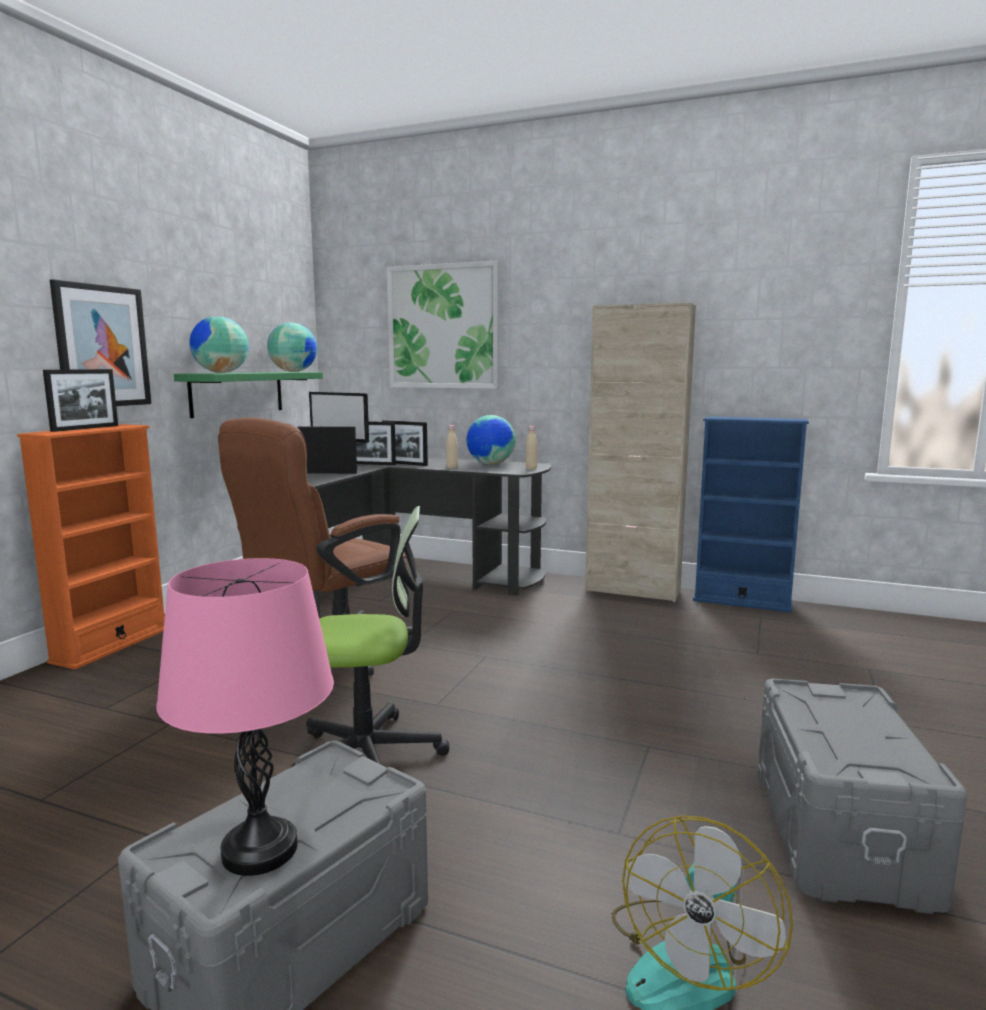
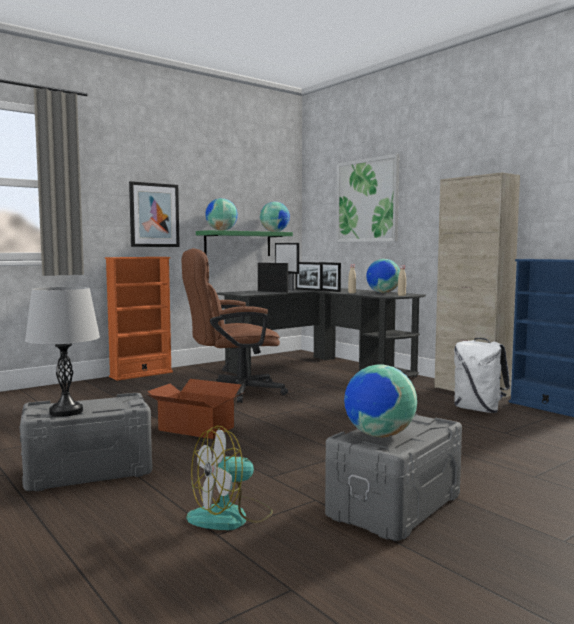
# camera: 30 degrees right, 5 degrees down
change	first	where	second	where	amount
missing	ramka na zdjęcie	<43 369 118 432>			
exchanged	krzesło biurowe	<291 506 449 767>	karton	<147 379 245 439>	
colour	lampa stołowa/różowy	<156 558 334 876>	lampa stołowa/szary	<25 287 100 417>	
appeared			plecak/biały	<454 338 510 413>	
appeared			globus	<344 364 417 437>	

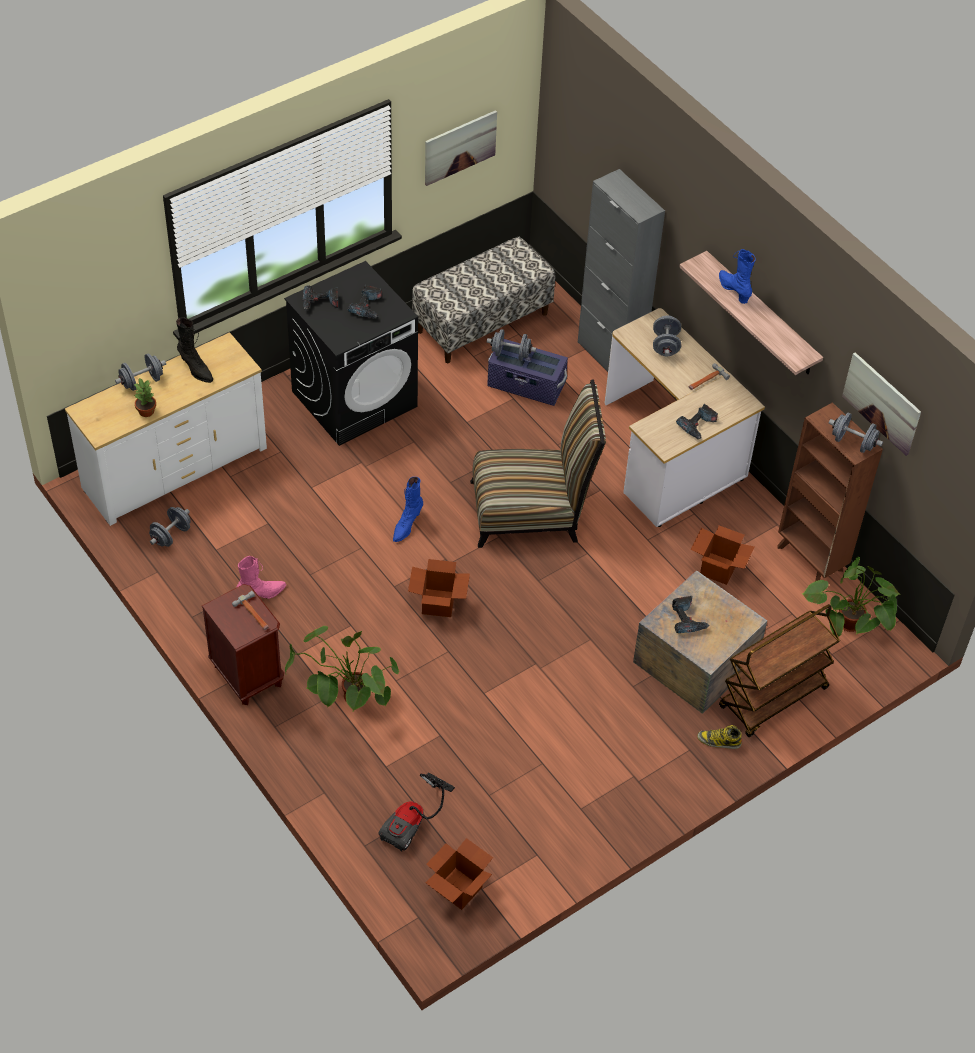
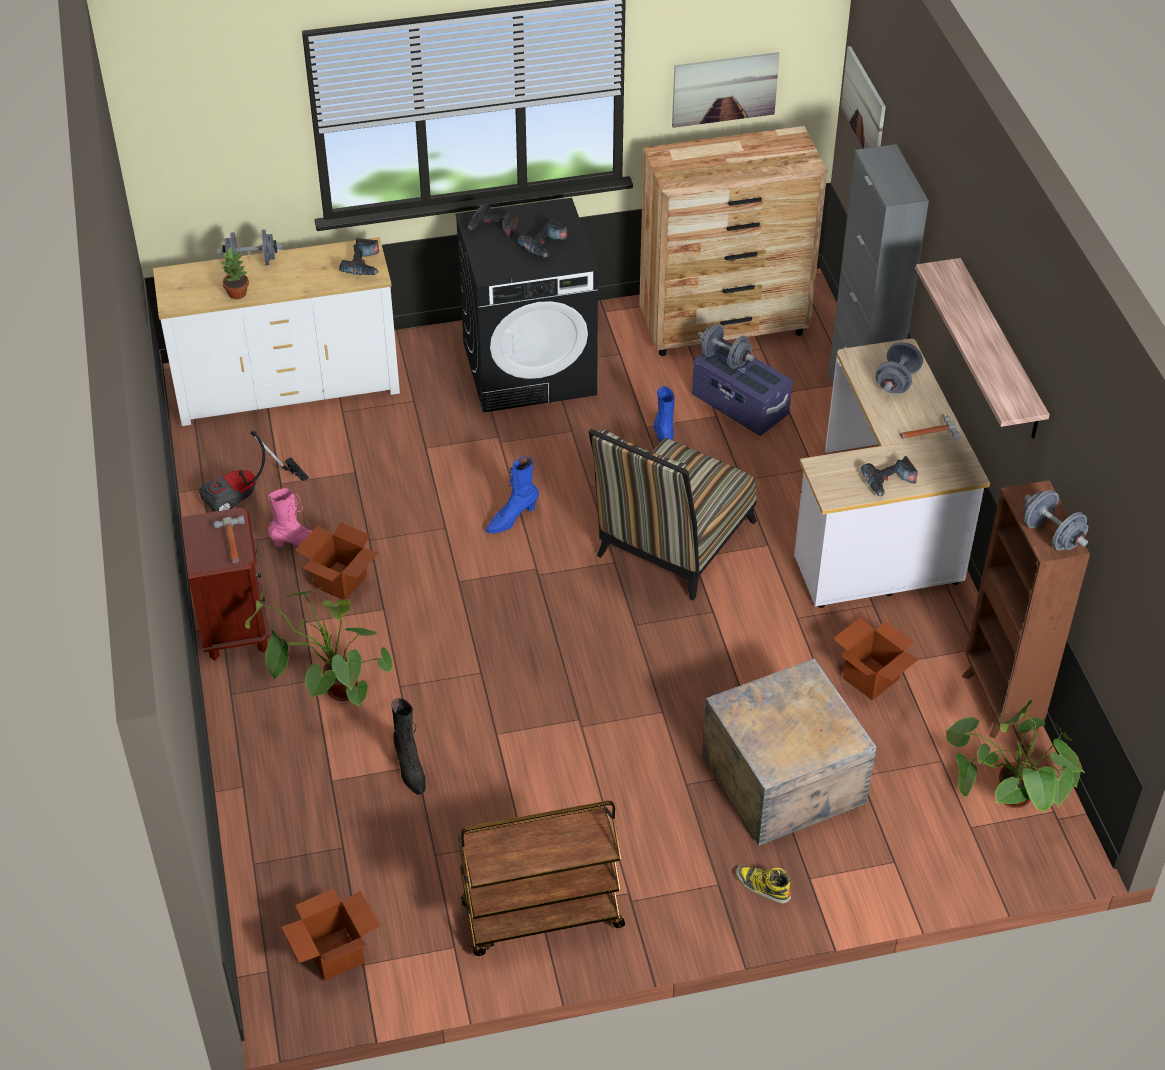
# camera: 25 degrees right, 5 degrees down
change	first	where	second	where	amount
exchanged	ławka	<412 237 555 363>	komoda/brązowy	<639 126 828 356>	
relocated	but z cholewką/niebieski	<719 249 756 304>		<654 386 675 442>	
relocated	but z cholewką/czarny	<176 317 213 383>		<391 698 426 795>	
relocated	obraz	<842 352 921 456>		<841 46 886 149>	
spun	krzesło	<470 379 606 548>		<588 428 757 600>	105 degrees clockwise
missing	hantel/szary	<149 507 191 547>			
relocated	karton	<408 559 470 617>		<295 522 379 600>	
relocated	wiertarka	<672 596 710 633>		<339 238 379 275>	
relocated	wózek/brązowy	<719 604 840 737>		<458 801 625 956>	
relocated	odkurzacz	<378 772 455 852>		<199 431 309 512>	

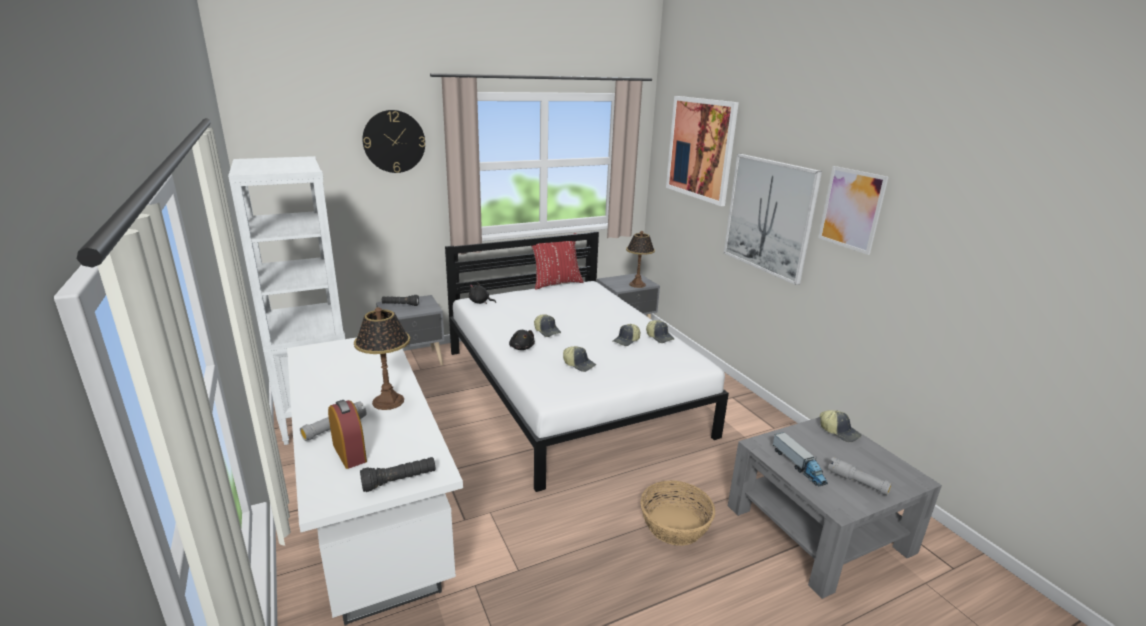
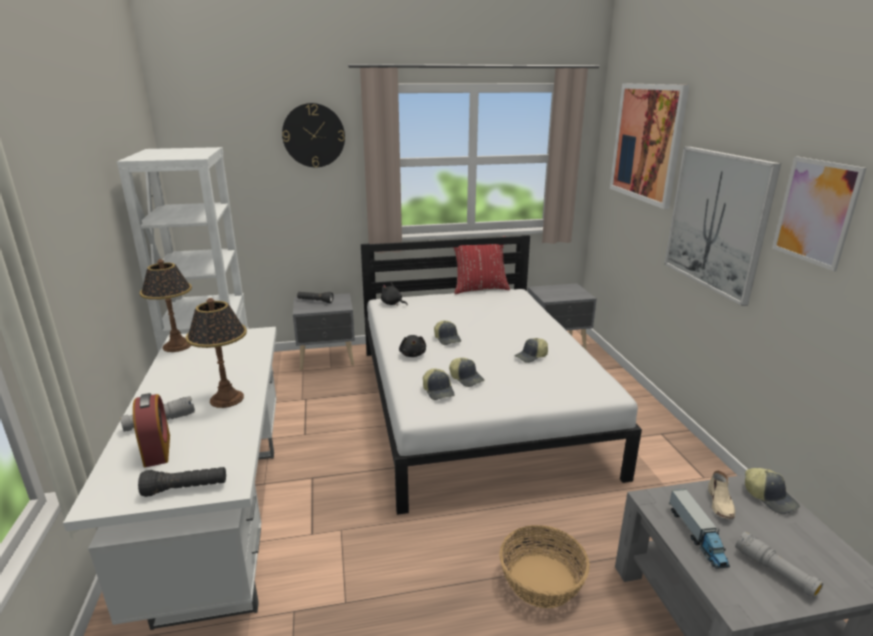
# camera: 15 degrees right, 0 degrees up
change	first	where	second	where	amount
relocated	lampa stołowa	<626 231 655 288>		<139 259 192 352>	
relocated	czapka z daszkiem	<646 320 674 343>		<423 368 455 400>	
appeared			but/beżowy	<708 471 735 519>	

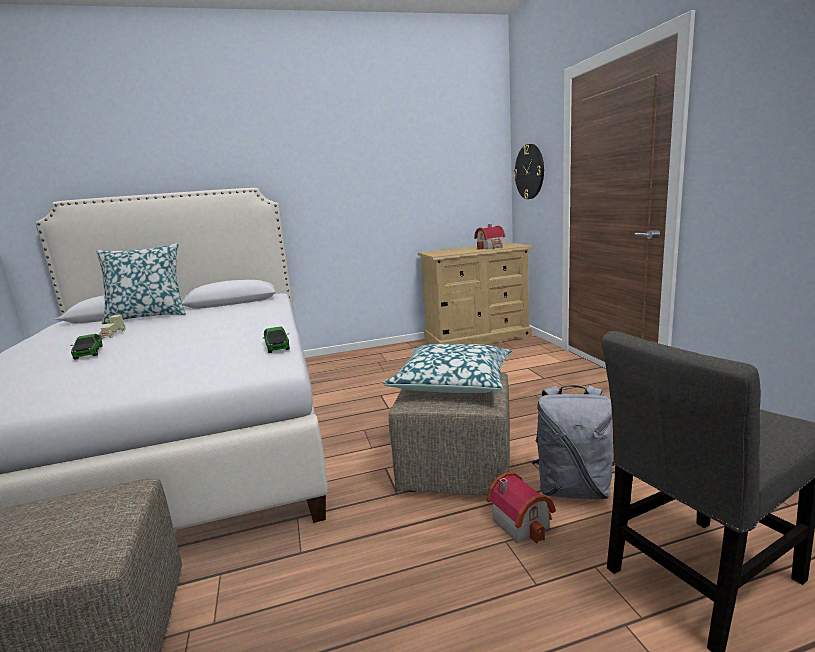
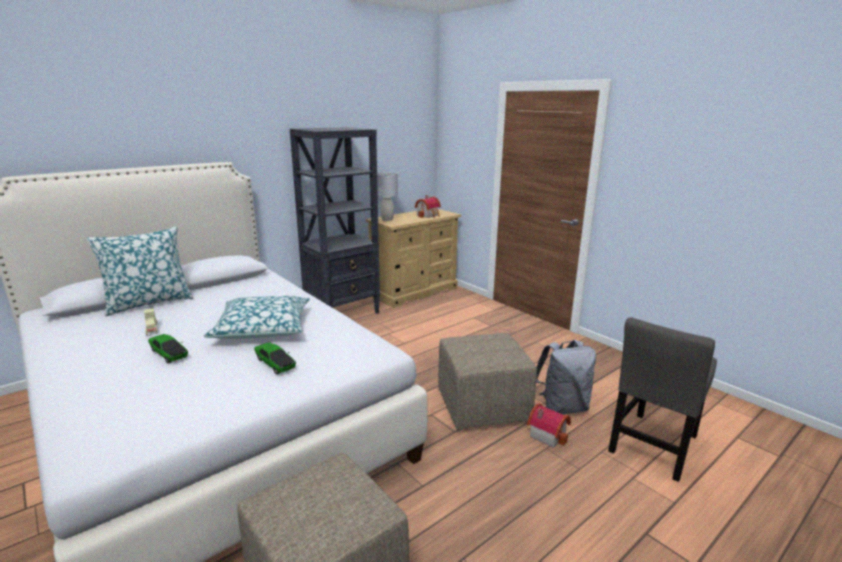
# camera: 25 degrees left, 5 degrees up
change	first	where	second	where	amount
missing	zegar ścienny	<513 144 544 199>			
relocated	samochodzik	<263 326 290 353>		<254 343 296 374>	
relocated	poduszka	<383 344 512 393>		<204 296 310 339>	
appeared			regał/czarny	<290 127 380 314>	
appeared			lampa stołowa/szary	<377 172 398 221>	

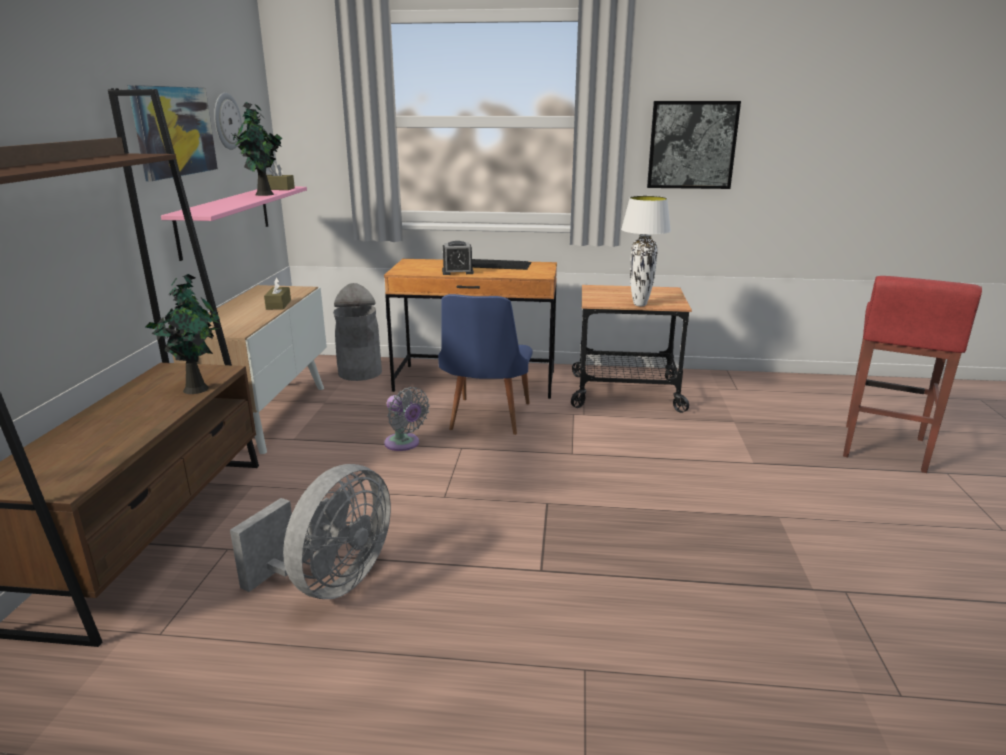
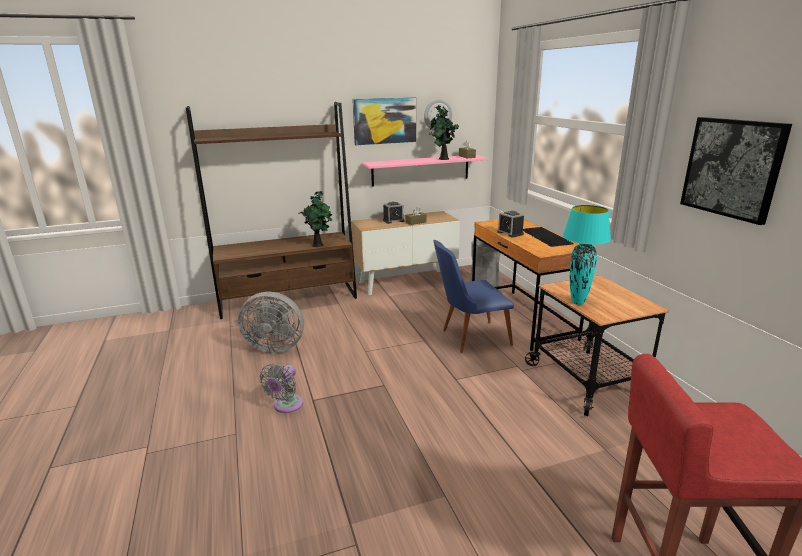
# camera: 65 degrees right, 0 degrees up
change	first	where	second	where	amount
colour	lampa stołowa/biały	<621 196 671 306>	lampa stołowa/turkusowy	<563 205 611 305>	
relocated	wentylator/szary	<384 387 430 451>		<259 363 303 413>	
appeared			budzik	<383 202 405 224>	

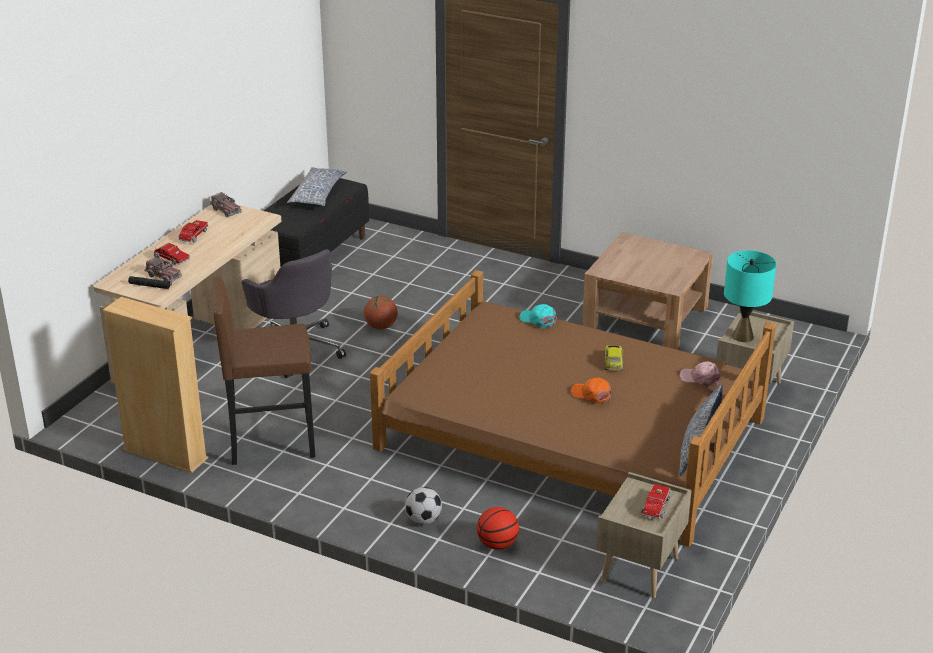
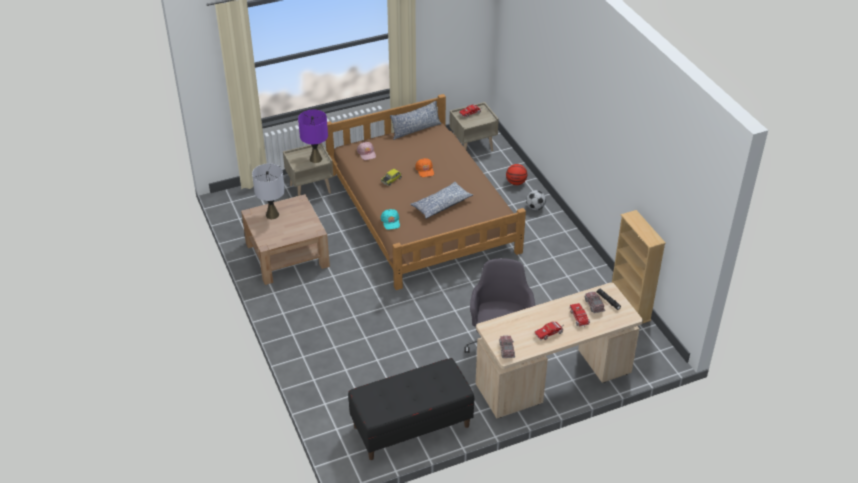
# camera: 140 degrees left, 10 degrees up
change	first	where	second	where	amount
relocated	poduszka	<287 167 346 206>		<410 182 473 219>	
colour	lampa stołowa/turkusowy	<724 250 776 342>	lampa stołowa/fioletowy	<298 110 328 163>	
missing	stołek/brązowy	<212 276 316 465>			
missing	piłka do koszykówki	<364 296 398 329>			
appeared			lampa stołowa/szary	<252 163 285 219>	

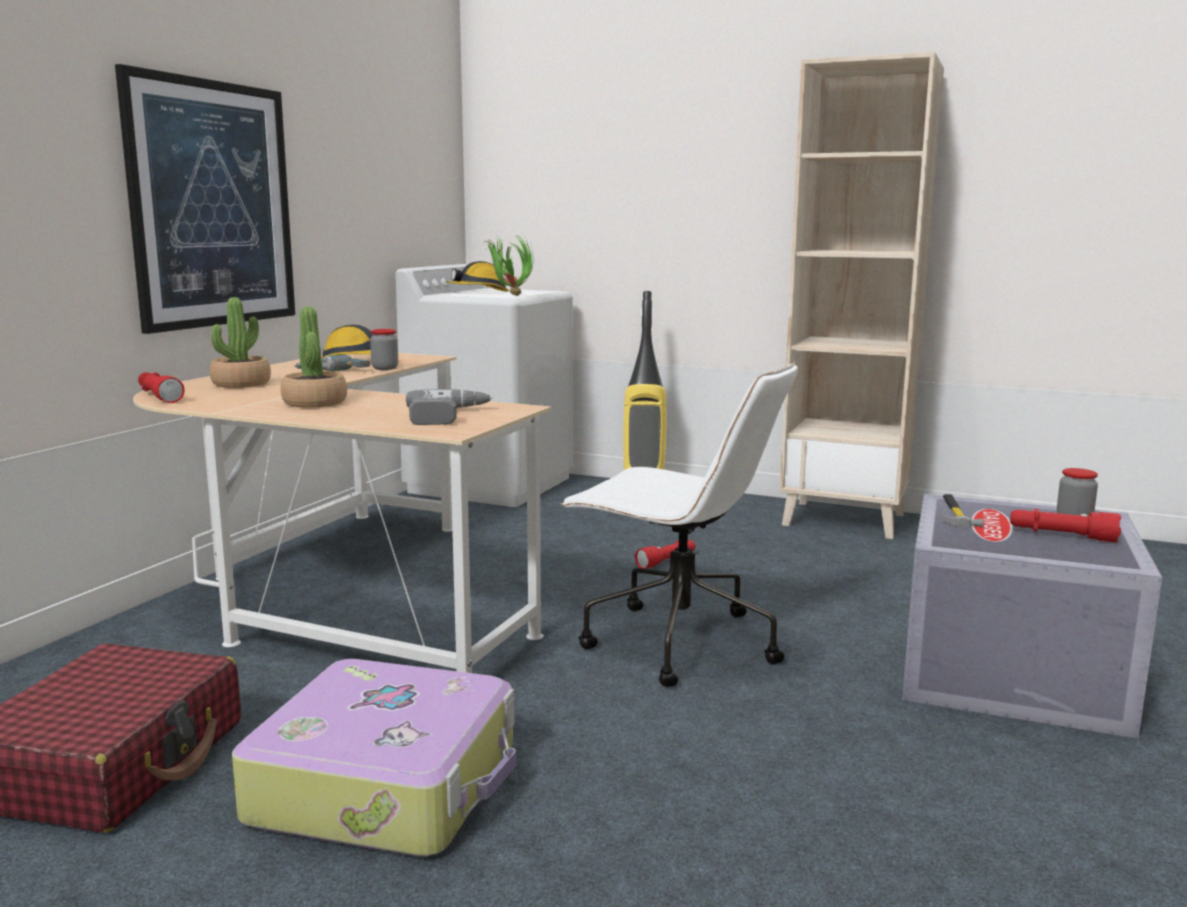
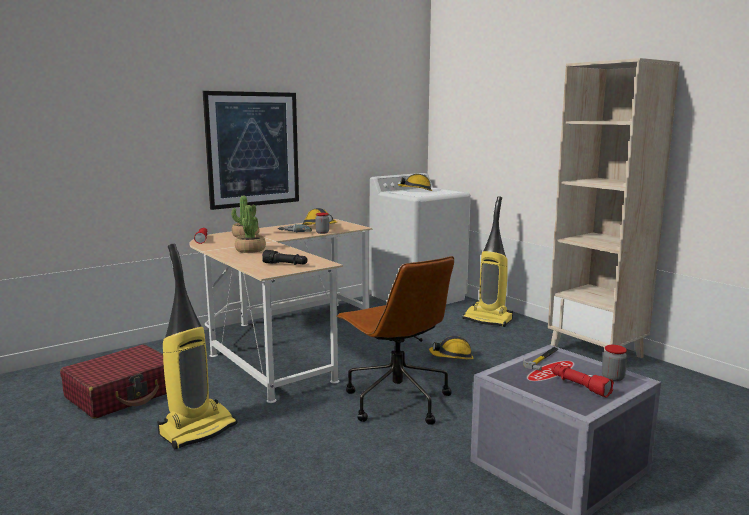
# camera: 30 degrees right, 0 degrees up
change	first	where	second	where	amount
missing	roślina doniczkowa	<485 235 533 296>			
colour	krzesło biurowe/biały	<560 362 798 687>	krzesło biurowe/brązowy	<336 256 454 425>	
exchanged	wiertarka	<406 389 492 425>	latarka/czarny	<262 250 308 265>	
exchanged	latarka/czerwony	<635 540 695 569>	kask	<429 336 473 360>	
exchanged	walizka	<232 659 516 857>	odkurzacz	<157 244 237 449>	

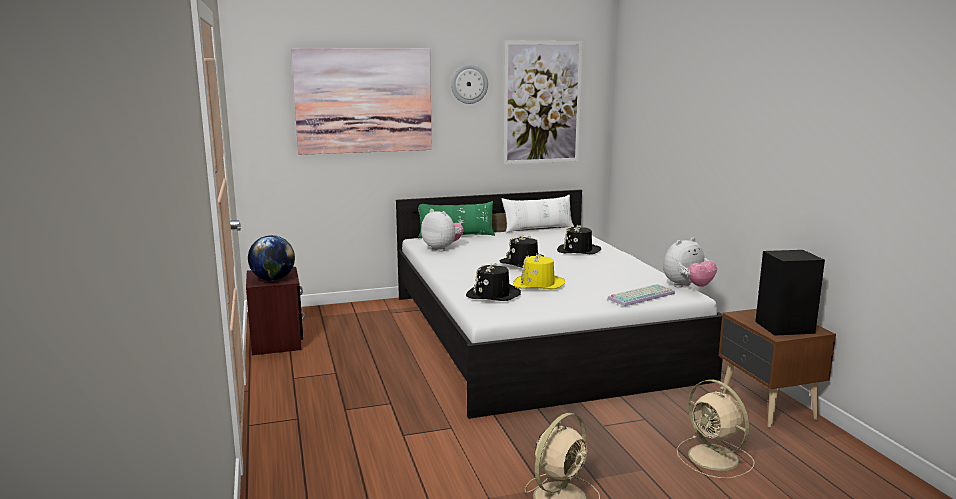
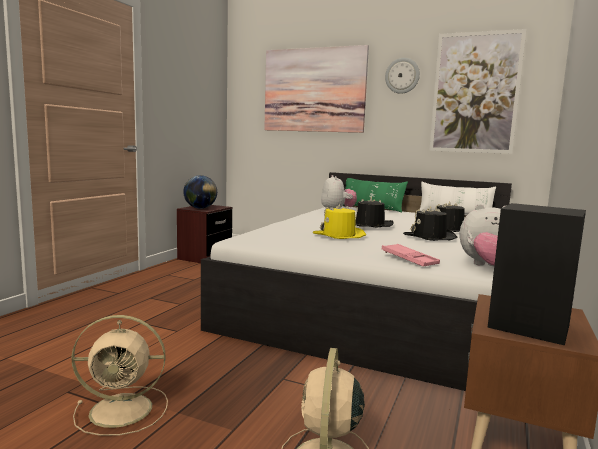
# camera: 40 degrees right, 5 degrees down
change	first	where	second	where	amount
relocated	kapelusz/czarny	<466 263 521 301>		<403 206 458 241>	
exchanged	klawiatura	<608 284 675 306>	taca/różowy	<382 244 440 266>	

